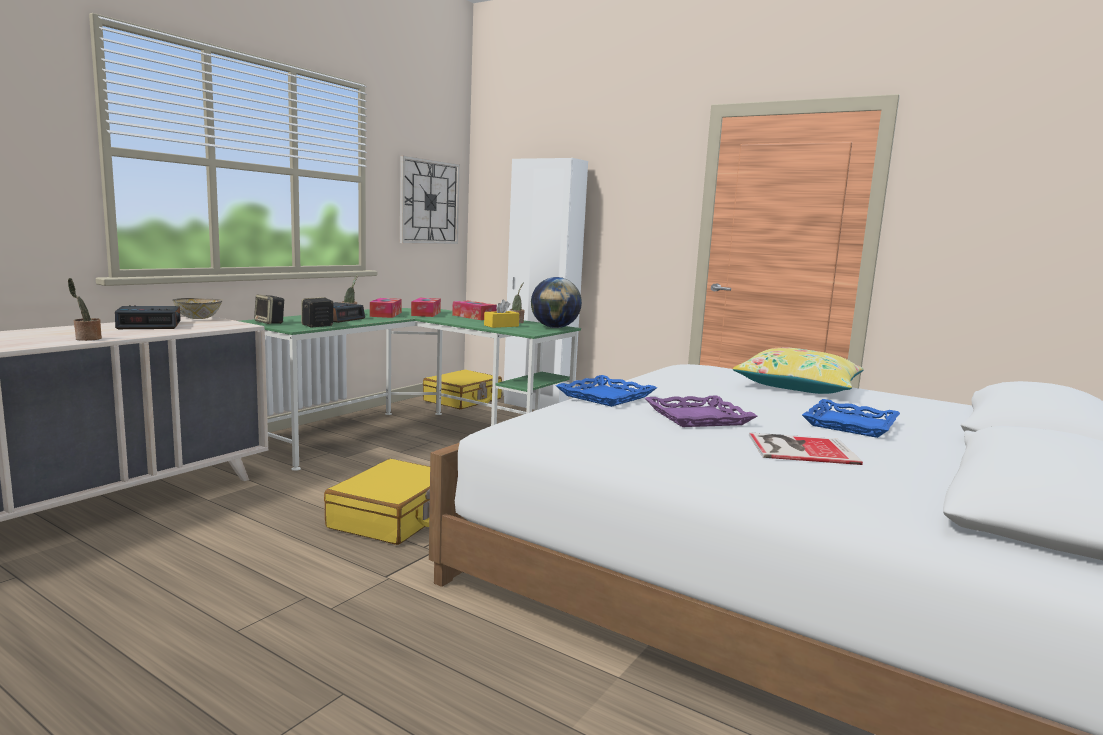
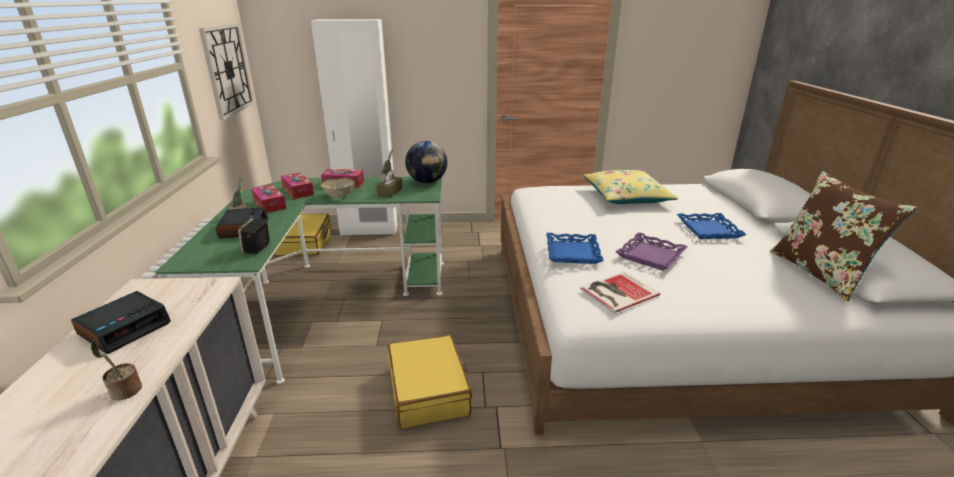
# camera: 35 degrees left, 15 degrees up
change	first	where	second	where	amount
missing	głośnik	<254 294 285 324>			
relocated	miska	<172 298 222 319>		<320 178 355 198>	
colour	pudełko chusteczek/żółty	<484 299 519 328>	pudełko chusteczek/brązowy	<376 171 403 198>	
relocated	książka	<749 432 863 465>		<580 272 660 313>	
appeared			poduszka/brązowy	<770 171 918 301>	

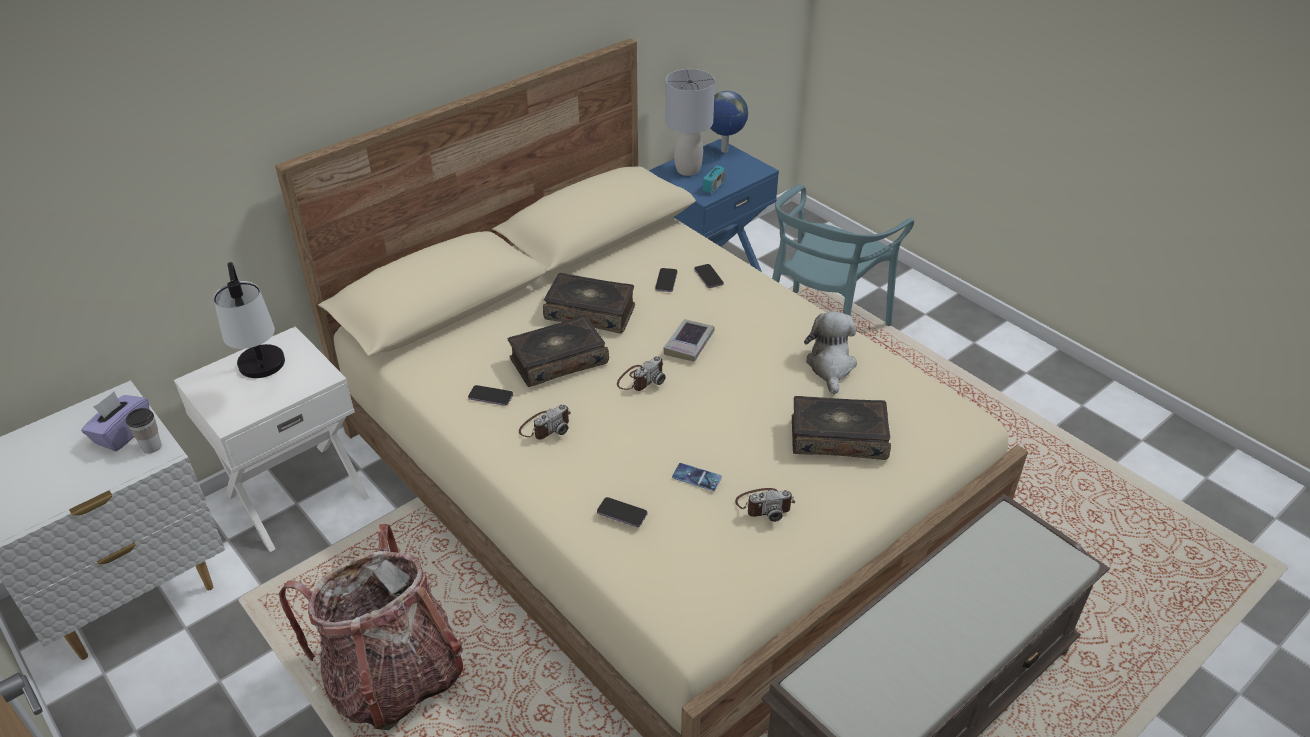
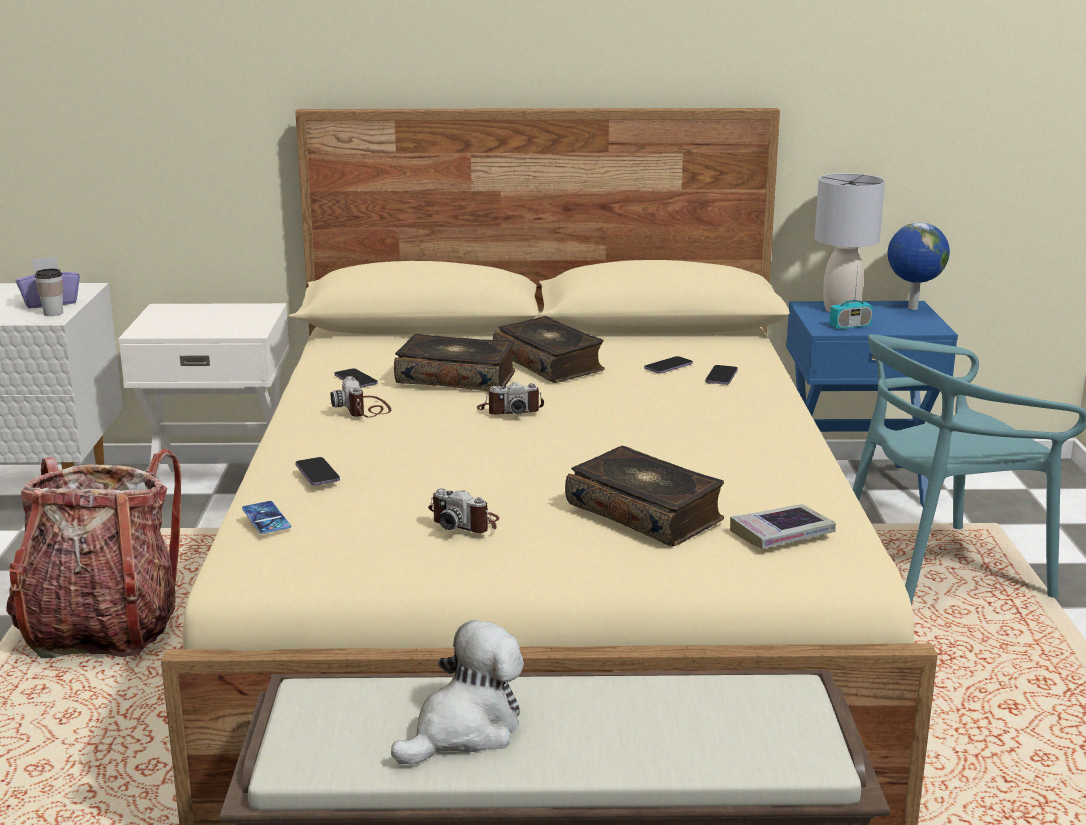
# camera: 40 degrees right, 20 degrees down
change	first	where	second	where	amount
missing	lampa stołowa	<213 262 285 378>			
relocated	pluszak	<804 311 857 395>		<391 620 524 765>	
relocated	książka	<663 319 715 361>		<730 504 836 549>	
spun	aparat fotograficzny	<519 404 571 440>		<331 376 391 418>	75 degrees clockwise
relocated	telefon	<672 463 722 491>		<242 501 291 534>	

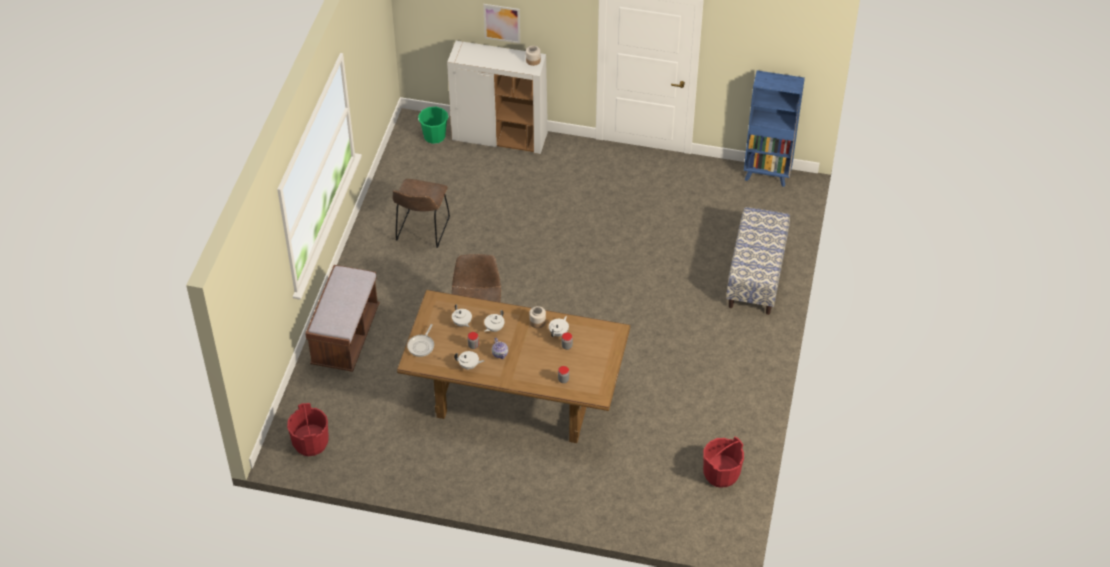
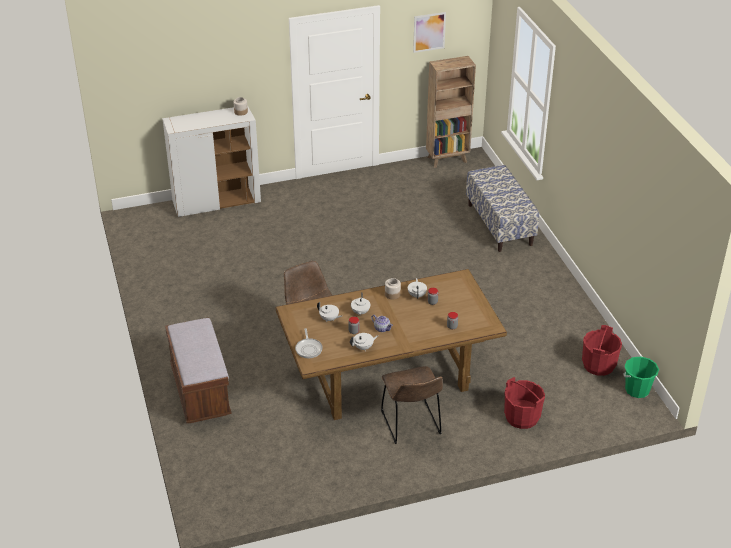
# camera: 30 degrees left, 10 degrees down
change	first	where	second	where	amount
relocated	obraz	<483 4 520 44>		<413 12 446 53>	
colour	regał/niebieski	<744 71 805 187>	regał/brązowy	<426 56 476 168>	
relocated	wiadro/zielony	<418 107 449 144>		<623 357 659 398>	
relocated	krzesło/brązowy	<393 179 450 248>		<381 366 443 444>	
relocated	wiadro/czerwony	<287 403 329 456>		<504 377 545 429>	

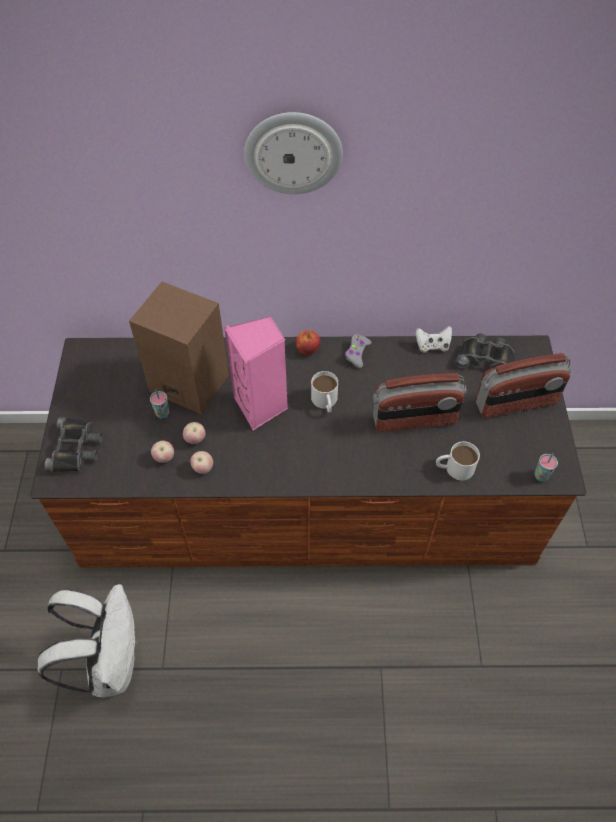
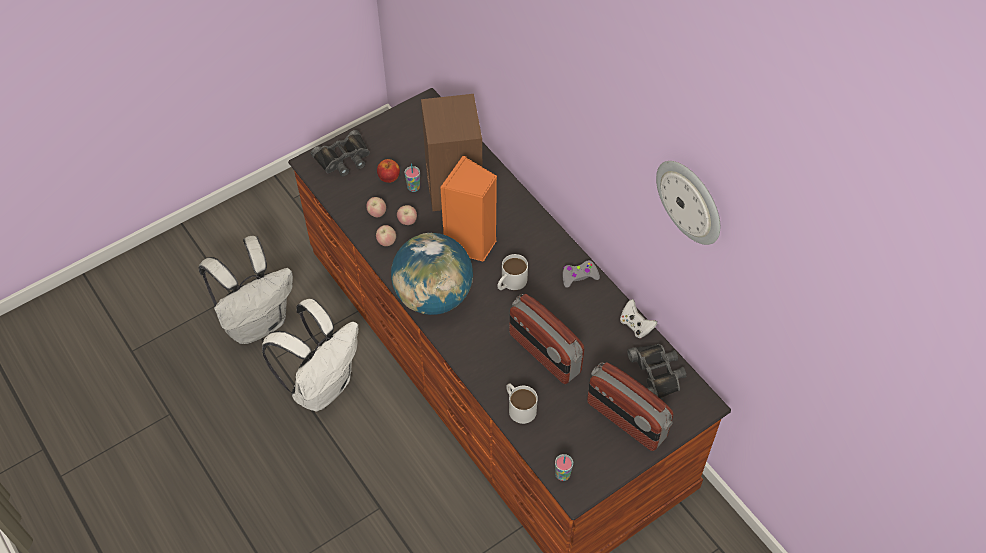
# camera: 55 degrees right, 0 degrees up
change	first	where	second	where	amount
relocated	zegar ścienny	<244 112 343 194>		<656 161 720 245>	
colour	głośnik/różowy	<224 316 288 430>	głośnik/pomarańczowy	<440 156 497 262>	
relocated	jabłko	<296 330 320 355>		<377 159 400 183>	
appeared			globus	<391 233 473 315>	
appeared			plecak/biały	<262 299 358 412>	

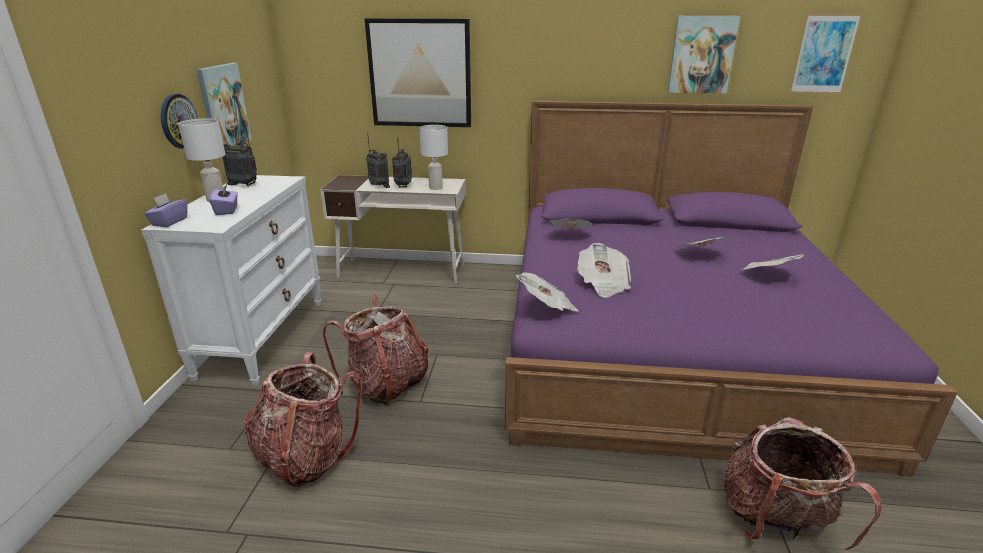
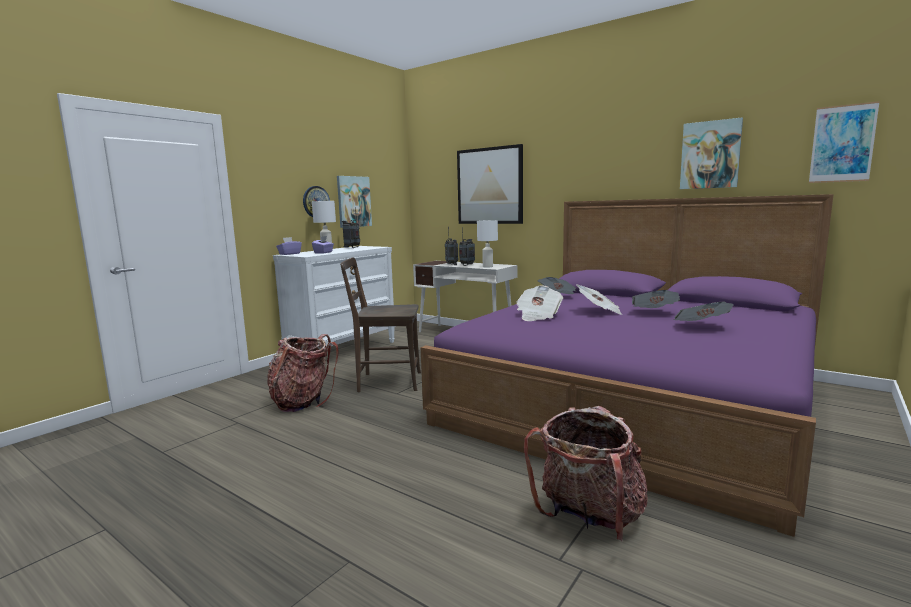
# camera: 30 degrees right, 15 degrees down
change	first	where	second	where	amount
relocated	gazeta	<516 273 579 312>		<576 284 622 315>	
exchanged	plecak	<323 295 428 405>	krzesło/brązowy	<340 257 421 392>	

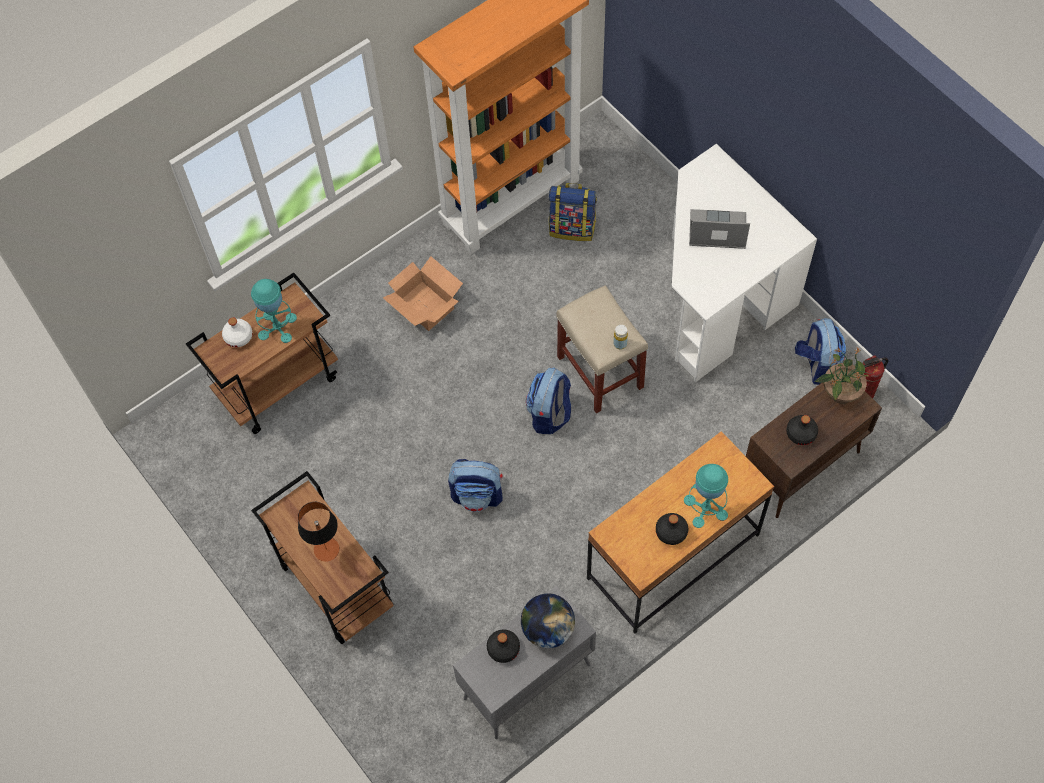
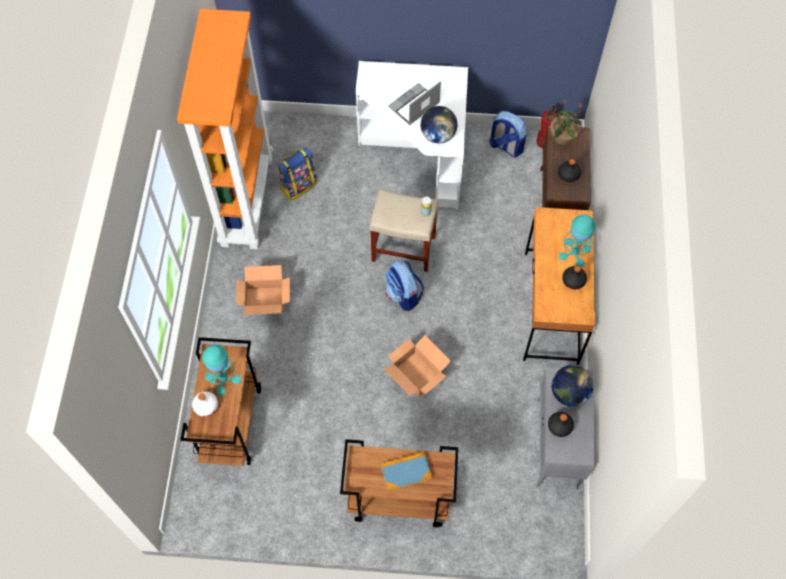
# camera: 50 degrees left, 0 degrees up
change	first	where	second	where	amount
exchanged	plecak	<448 459 503 512>	karton	<384 335 451 397>	
exchanged	lampa stołowa	<298 502 340 562>	książka	<381 452 432 491>	
appeared			globus	<421 106 457 143>	

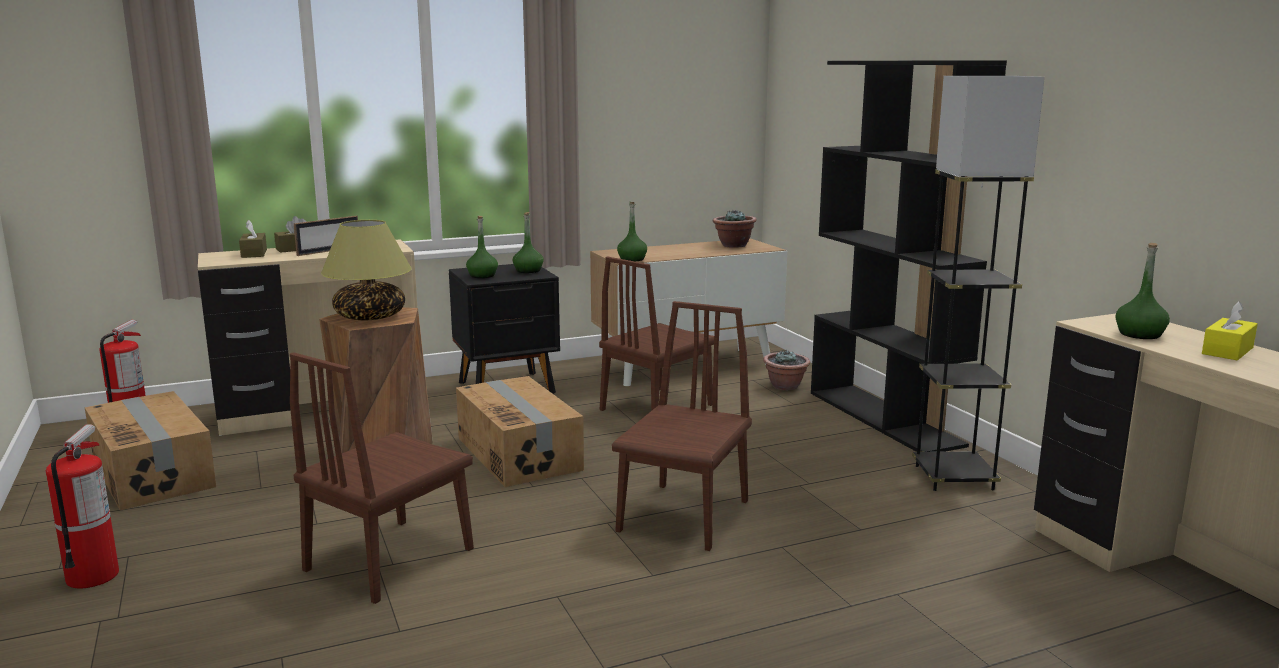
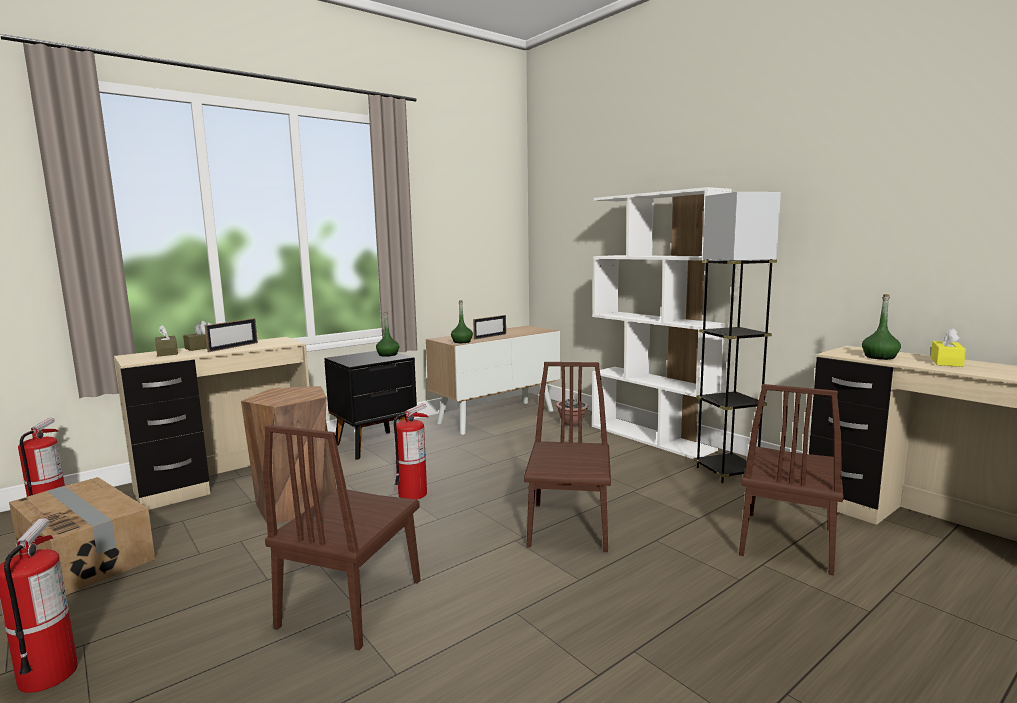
# camera: 15 degrees left, 5 degrees down
change	first	where	second	where	amount
colour	regał/czarny	<811 60 1007 452>	regał/biały	<592 187 732 459>	
missing	roślina doniczkowa	<713 209 757 248>			
missing	butelka/zielony	<466 216 498 278>			
missing	lampa stołowa	<321 220 412 320>			
relocated	krzesło/brązowy	<599 256 714 411>		<739 384 844 576>	
exchanged	karton	<456 376 584 487>	gaśnica	<394 403 428 499>	
appeared			ramka na zdjęcie	<473 315 506 339>	

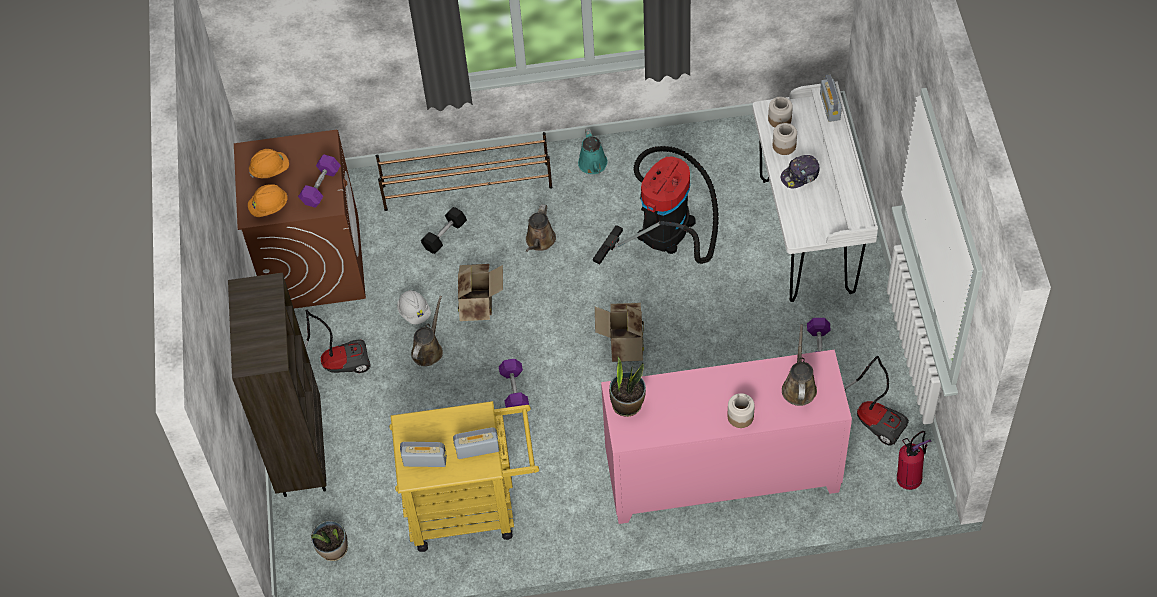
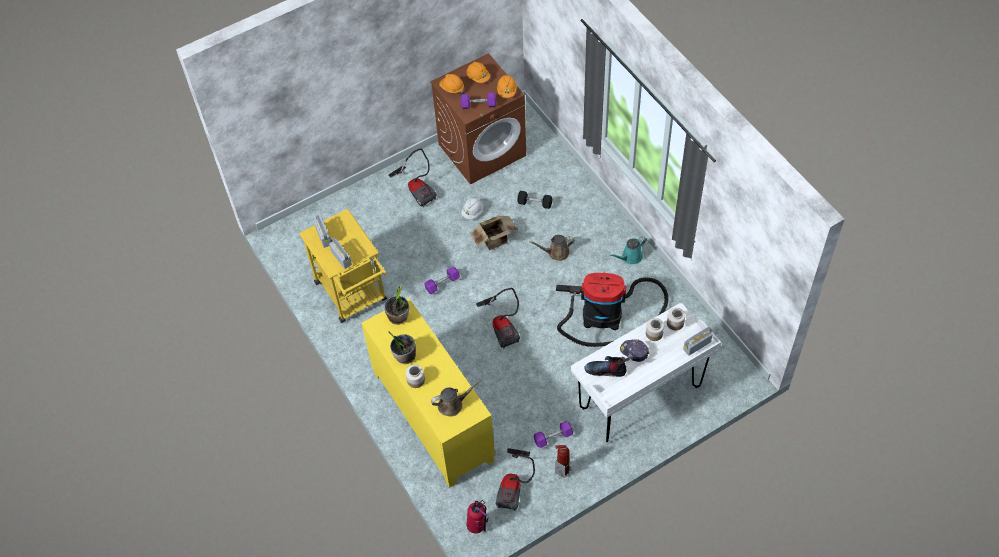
# camera: 65 degrees right, 0 degrees up
change	first	where	second	where	amount
missing	regał na buty/brązowy	<376 132 552 211>			
missing	regał/brązowy	<228 273 326 497>			
missing	konewka/brązowy	<411 296 443 366>			
exchanged	karton	<595 303 644 362>	odkurzacz	<476 288 520 349>	
colour	szafka/różowy	<601 349 852 524>	szafka/żółty	<361 298 495 488>	
relocated	roślina doniczkowa	<311 520 348 561>		<388 331 416 364>	
appeared			kask/pomarańczowy	<497 75 517 98>	
appeared			but z cholewką	<584 356 630 377>	
appeared			gaśnica	<555 445 571 478>	

